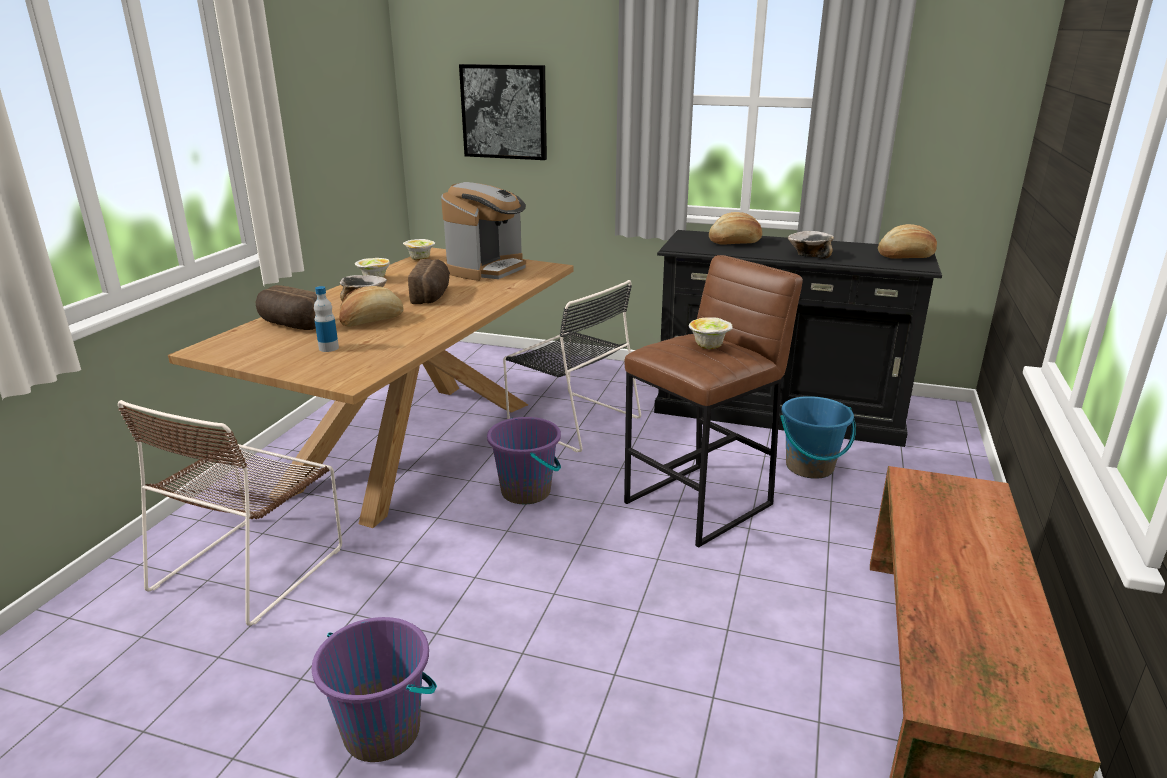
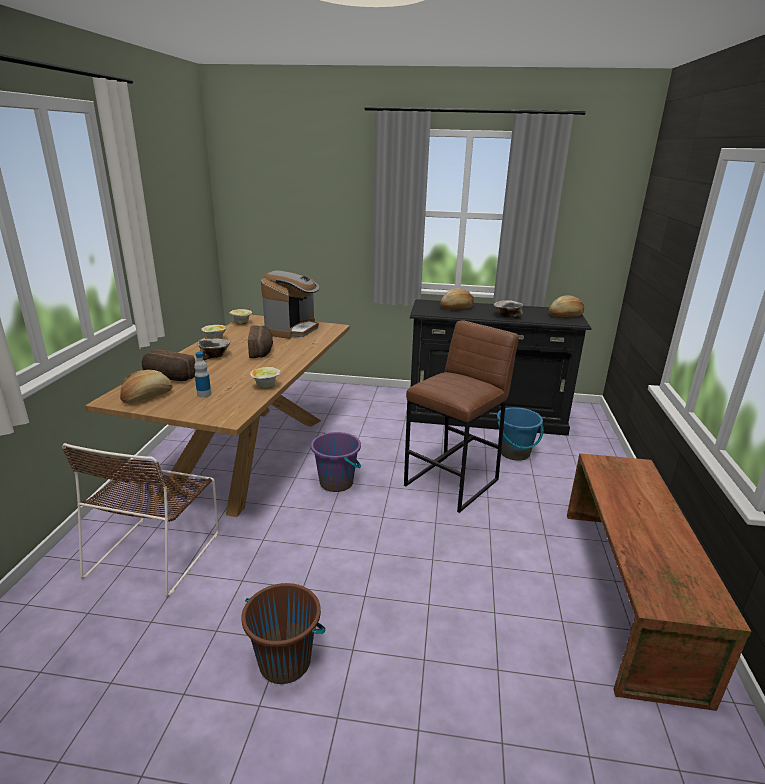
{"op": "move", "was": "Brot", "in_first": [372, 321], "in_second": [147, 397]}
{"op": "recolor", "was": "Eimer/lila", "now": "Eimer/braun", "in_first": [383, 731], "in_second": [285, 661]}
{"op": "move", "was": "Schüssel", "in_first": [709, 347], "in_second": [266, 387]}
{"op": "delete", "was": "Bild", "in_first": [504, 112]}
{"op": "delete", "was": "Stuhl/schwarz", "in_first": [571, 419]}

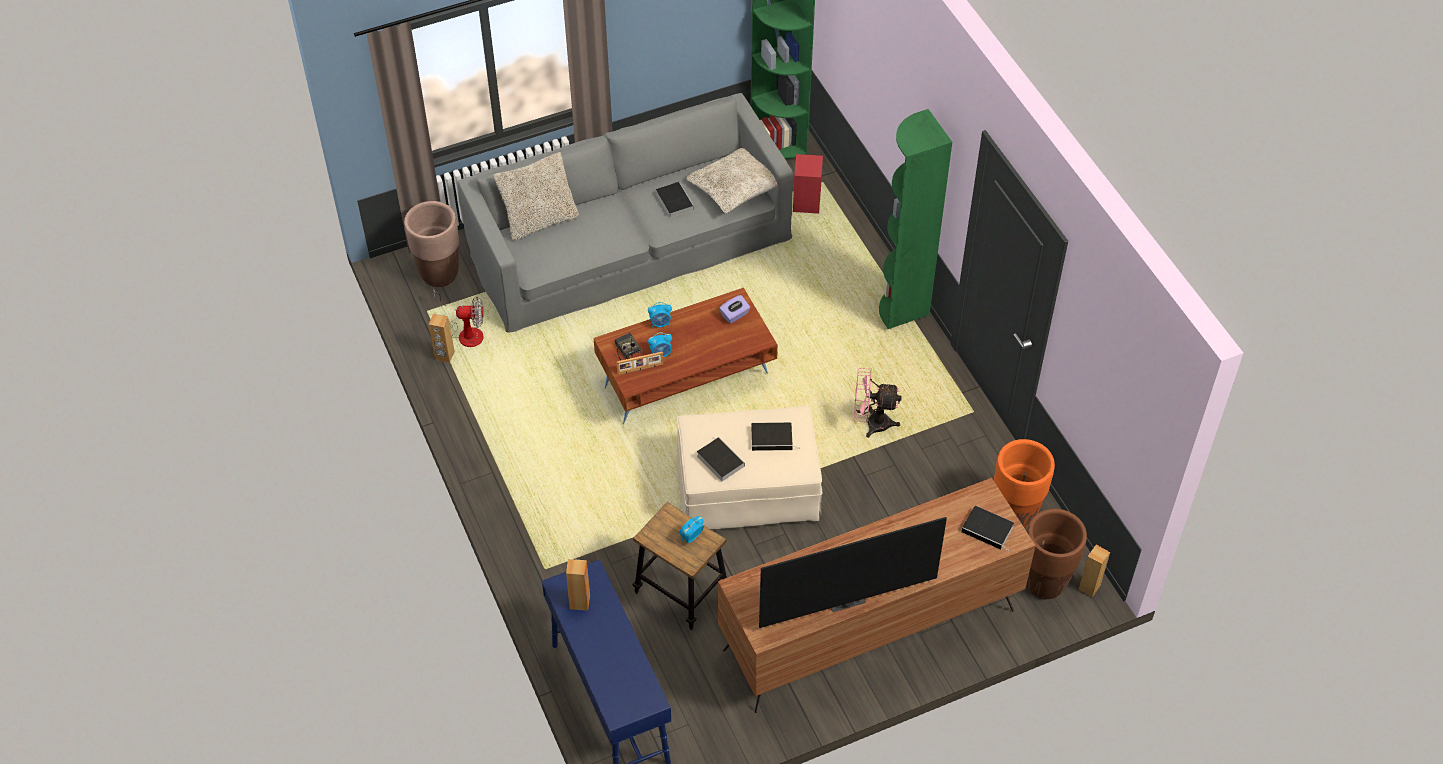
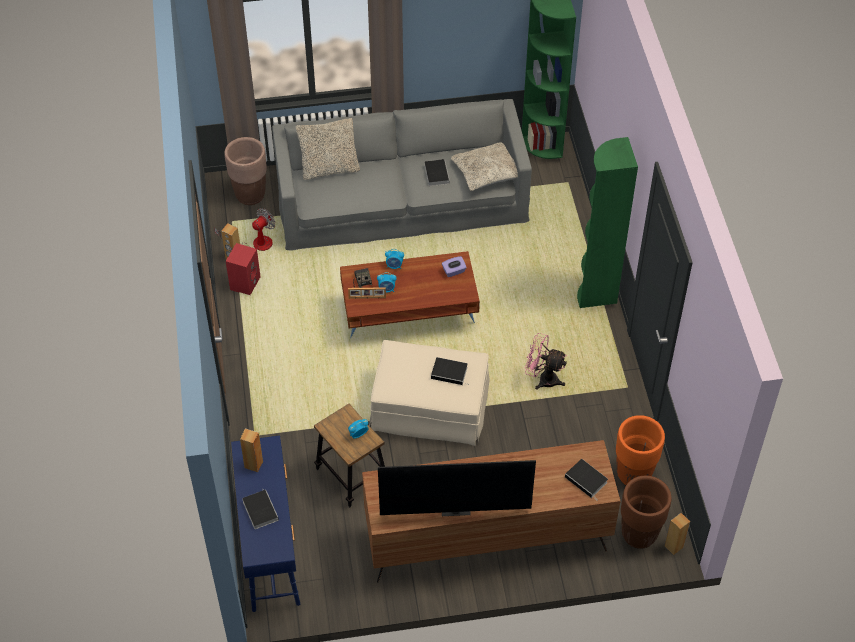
{"op": "rotate", "was": "Ventilator", "in_first": [465, 332], "in_second": [255, 243], "clockwise": -60}
{"op": "move", "was": "Lautsprecher/rot", "in_first": [806, 201], "in_second": [245, 283]}
{"op": "move", "was": "Buch", "in_first": [719, 460], "in_second": [259, 510]}

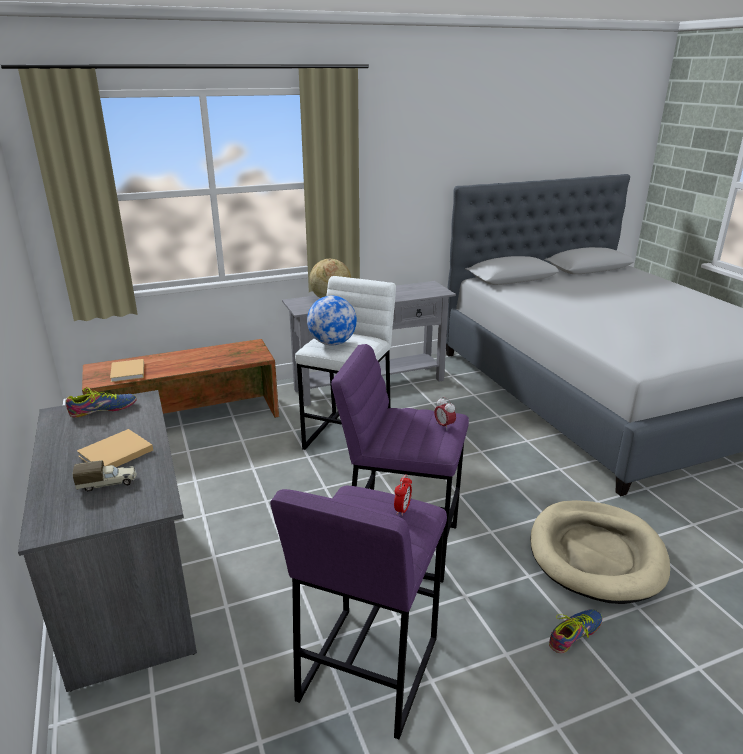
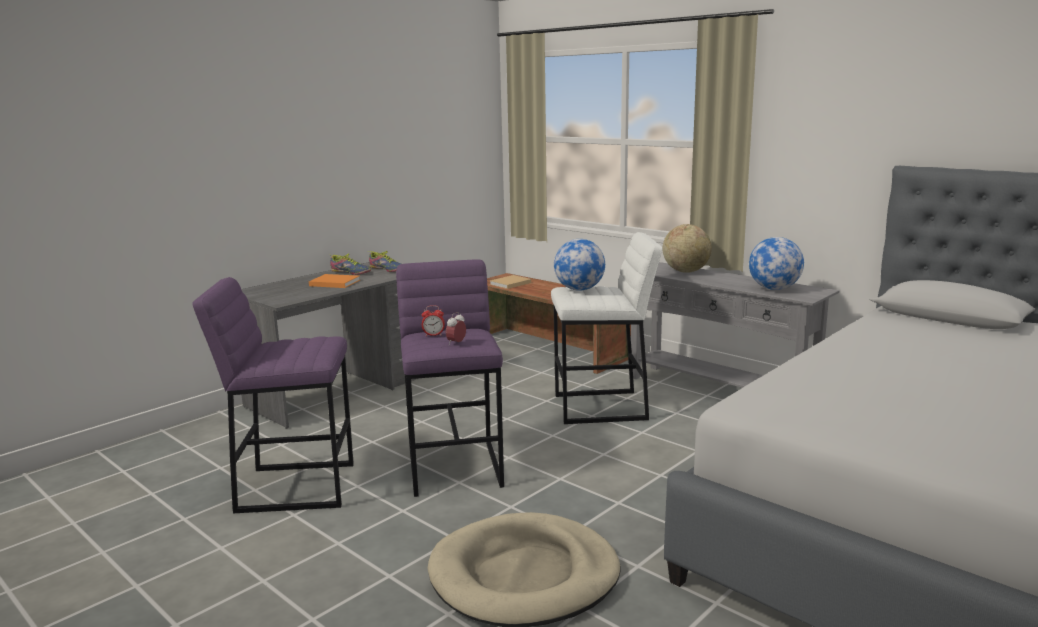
{"op": "recolor", "was": "Buch/beige", "now": "Buch/orange", "in_first": [114, 454], "in_second": [333, 283]}
{"op": "move", "was": "Schuh", "in_first": [574, 634], "in_second": [351, 272]}
{"op": "move", "was": "Wecker", "in_first": [402, 509], "in_second": [433, 335]}
{"op": "insert", "now": "Globus", "in_second": [774, 289]}
{"op": "delete", "was": "Spielzeuglaster", "in_first": [108, 483]}

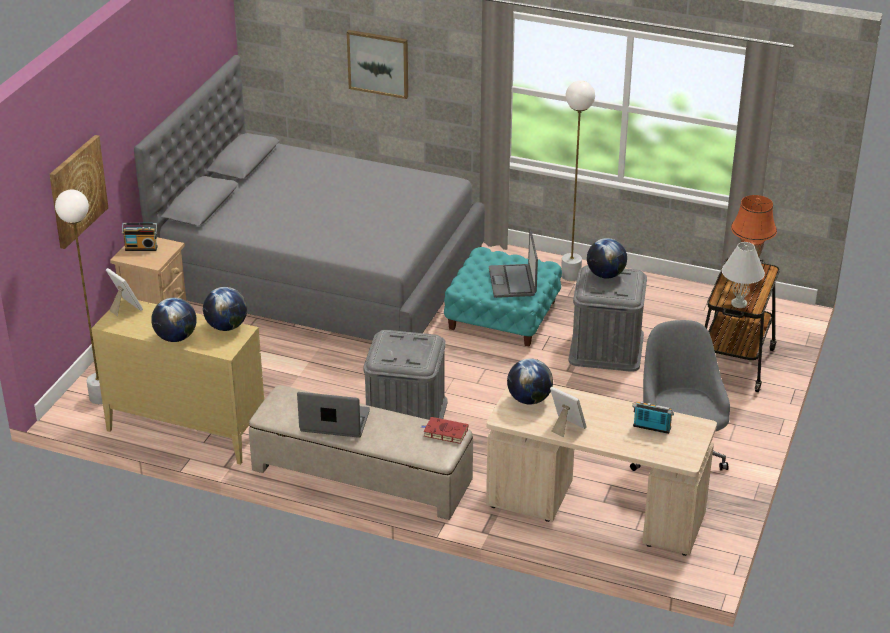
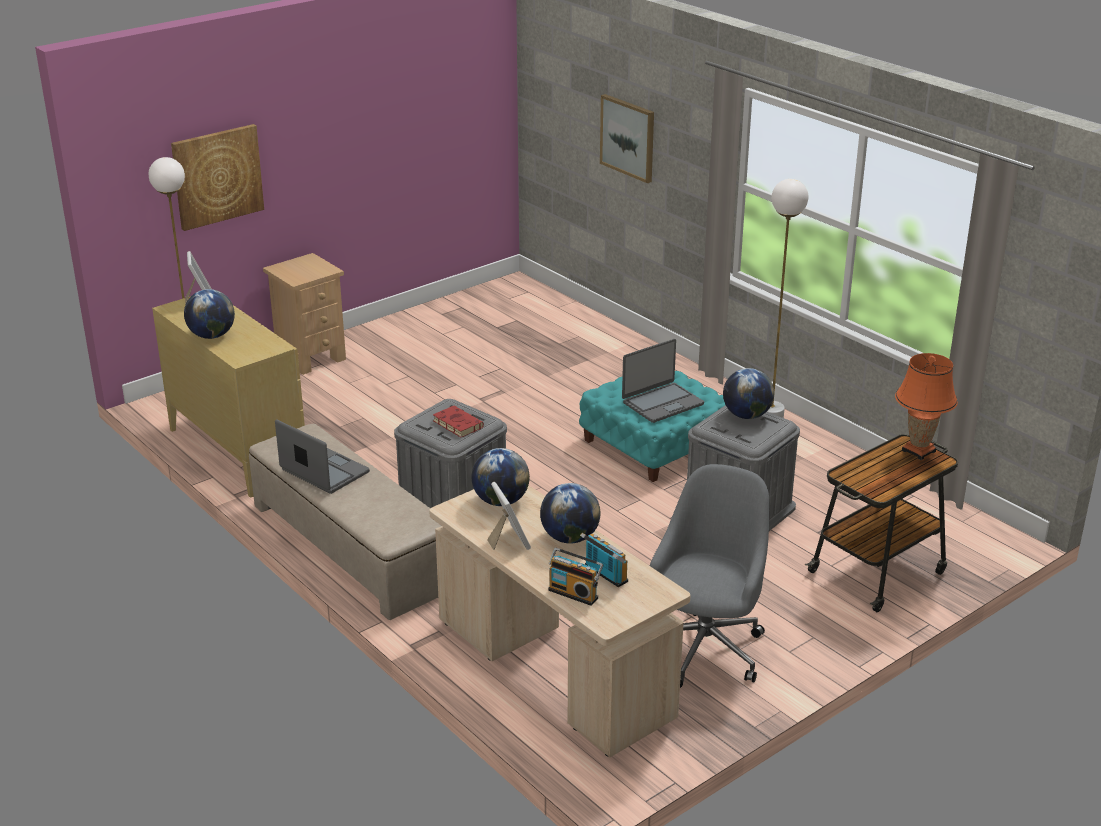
{"op": "move", "was": "Buch/rot", "in_first": [444, 432], "in_second": [456, 424]}
{"op": "move", "was": "Globus", "in_first": [226, 326], "in_second": [569, 538]}
{"op": "move", "was": "Radio", "in_first": [141, 247], "in_second": [574, 593]}
{"op": "rotate", "was": "Laptop", "in_first": [513, 282], "in_second": [662, 403], "clockwise": -150}
{"op": "delete", "was": "Bett/grau", "in_first": [320, 276]}
{"op": "delete", "was": "Tischlampe/weiß", "in_first": [738, 303]}

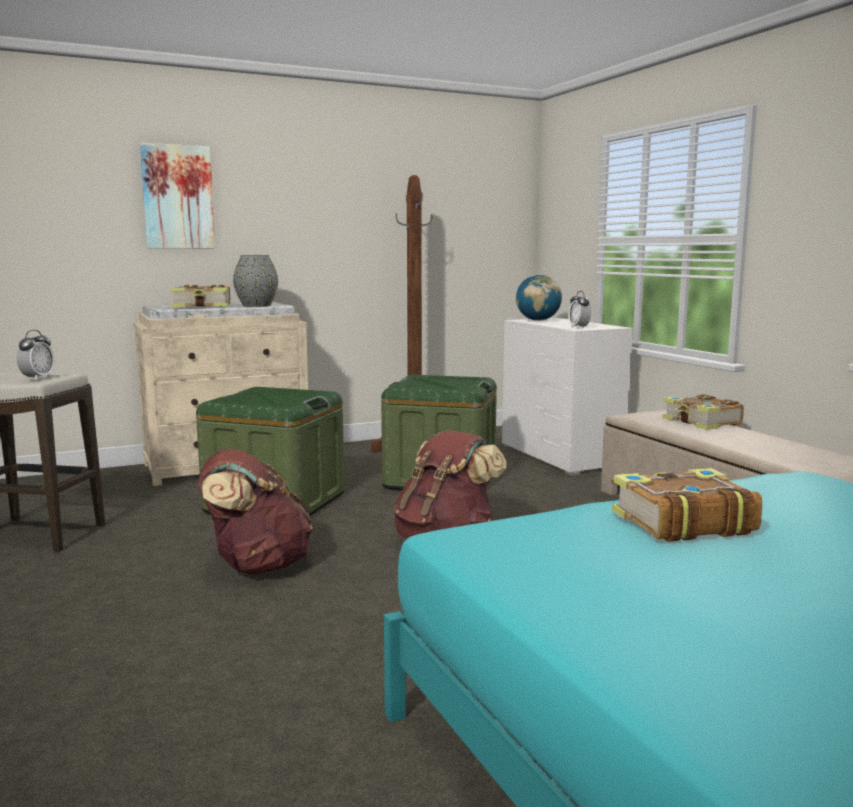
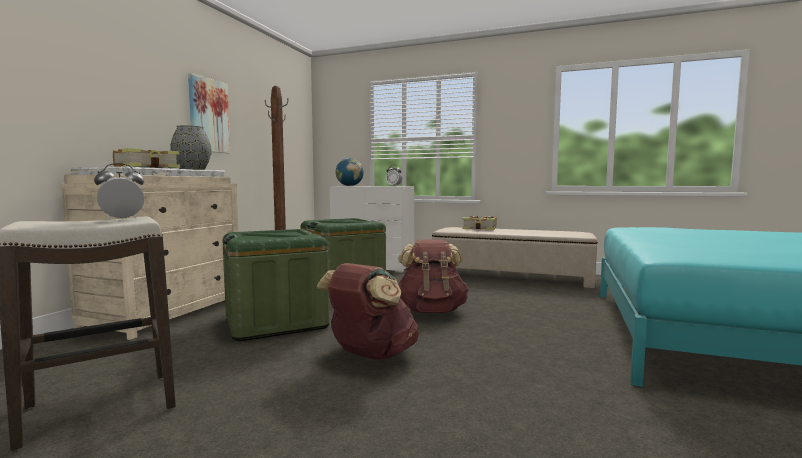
{"op": "rotate", "was": "Wecker", "in_first": [37, 378], "in_second": [122, 219], "clockwise": -90}
{"op": "move", "was": "Bild", "in_first": [178, 197], "in_second": [208, 115]}
{"op": "delete", "was": "Buch", "in_first": [681, 523]}

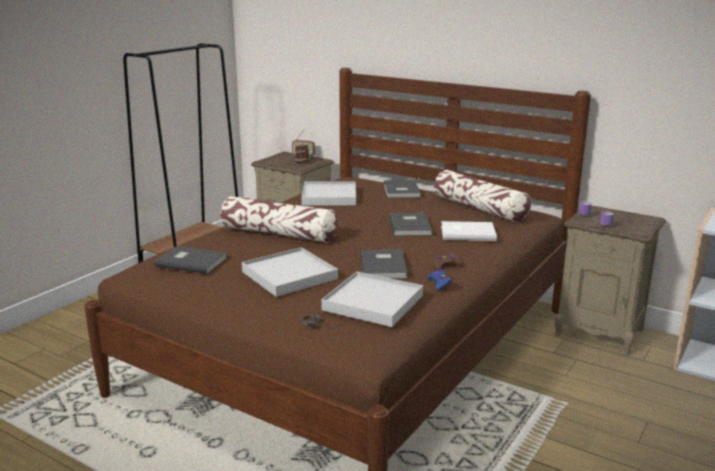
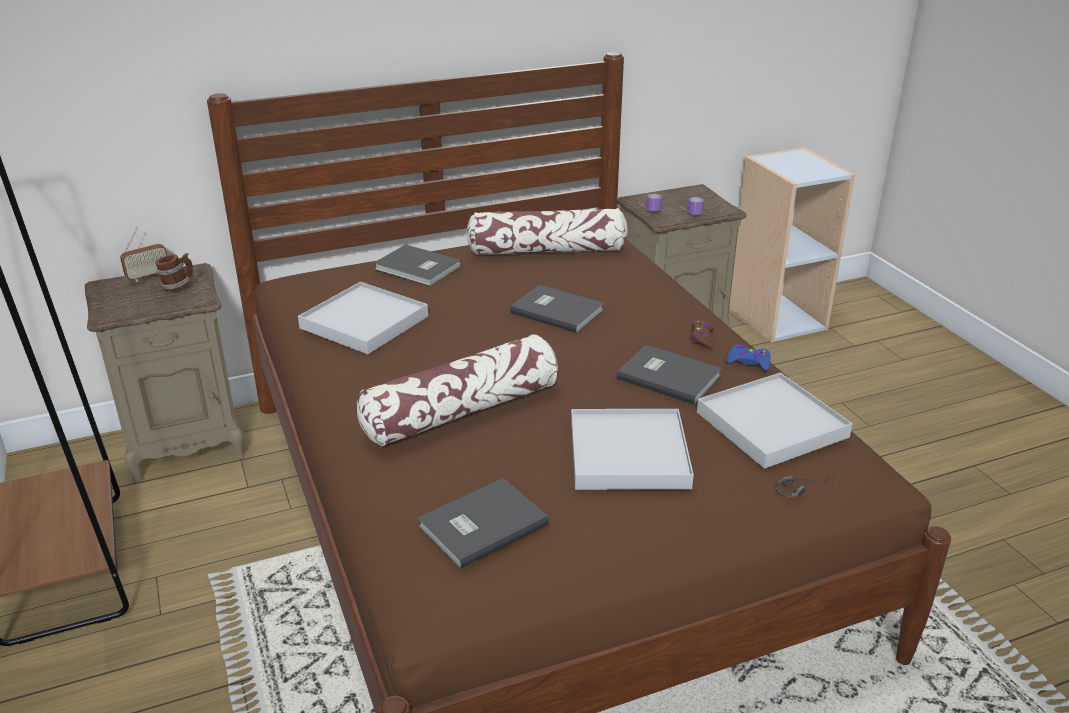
{"op": "delete", "was": "Buch/weiß", "in_first": [467, 233]}

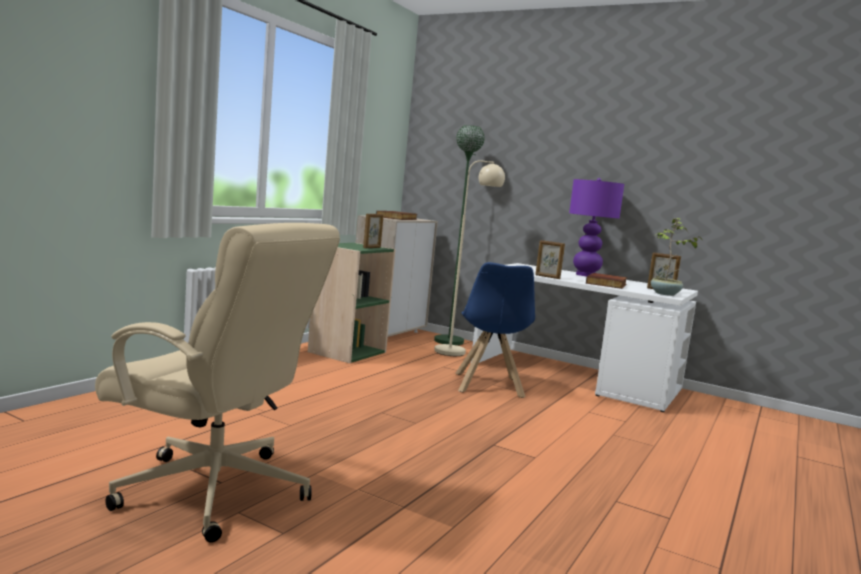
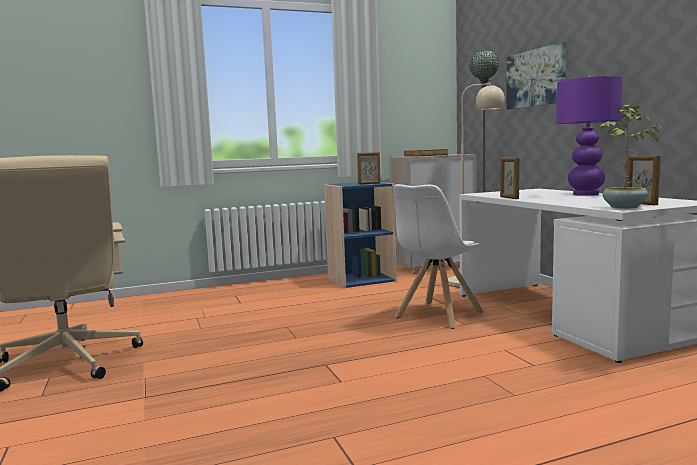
{"op": "recolor", "was": "Bücherregal/grün", "now": "Bücherregal/blau", "in_first": [347, 351], "in_second": [362, 279]}
{"op": "recolor", "was": "Stuhl/blau", "now": "Stuhl/weiß", "in_first": [489, 386], "in_second": [437, 315]}
{"op": "insert", "now": "Bild", "in_second": [536, 78]}
{"op": "delete", "was": "Buch", "in_first": [607, 284]}

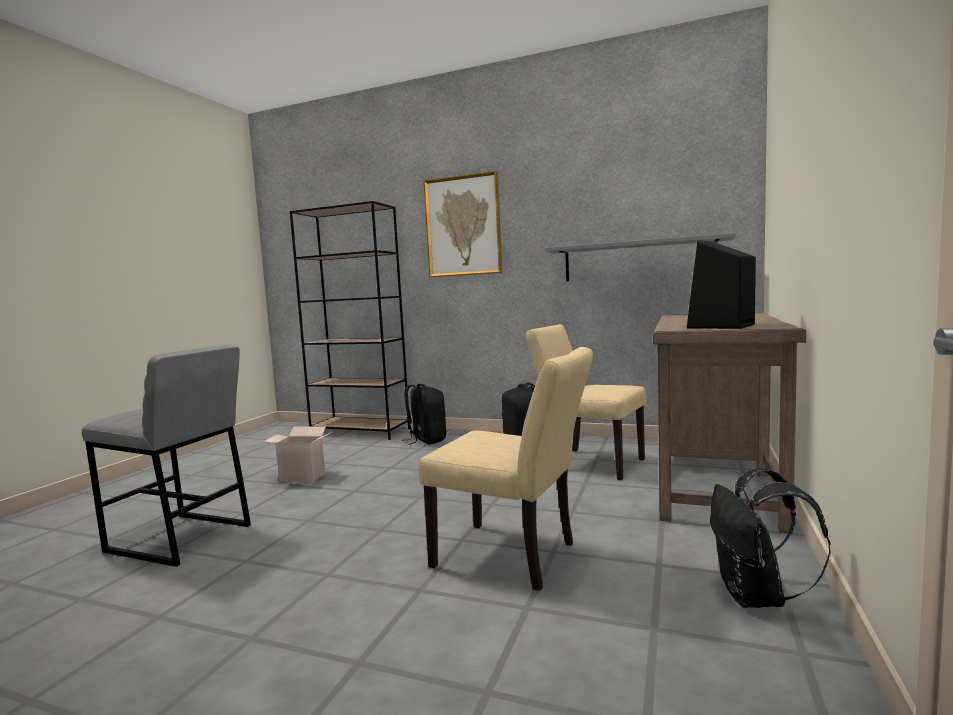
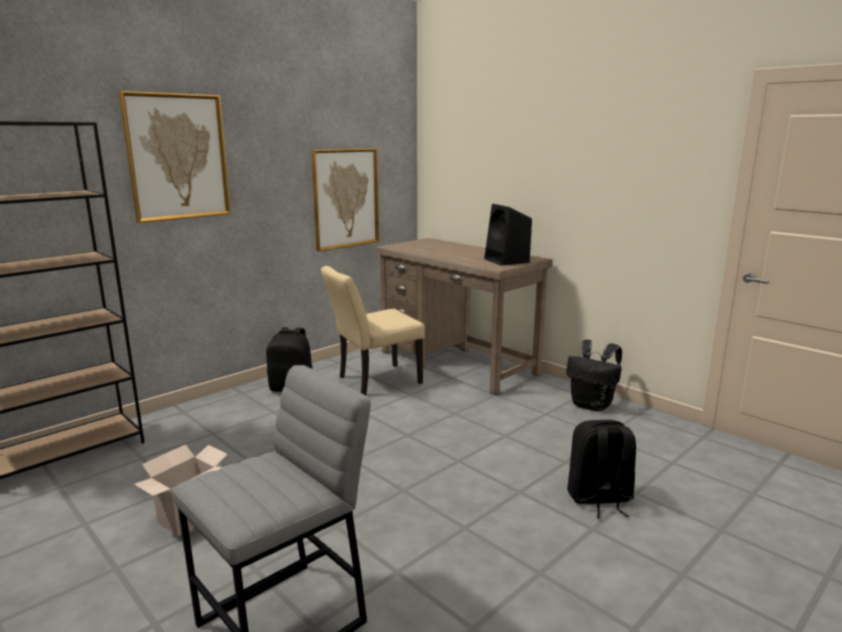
{"op": "replace", "was": "Wandregal/grau", "now": "Bild", "in_first": [637, 260], "in_second": [345, 198]}
{"op": "move", "was": "Rucksack/schwarz", "in_first": [426, 440], "in_second": [599, 499]}
{"op": "delete", "was": "Stuhl/beige", "in_first": [514, 557]}

